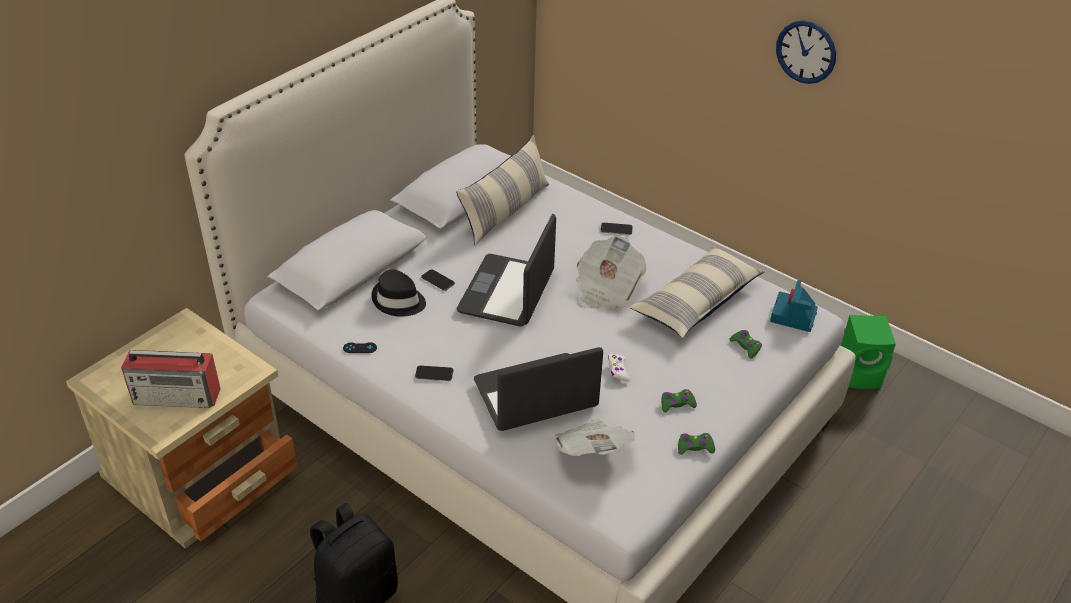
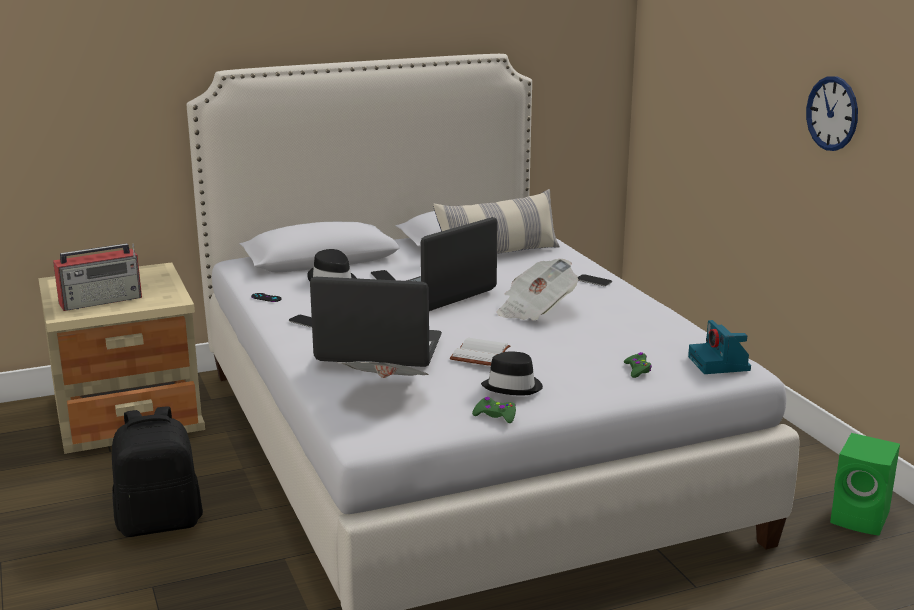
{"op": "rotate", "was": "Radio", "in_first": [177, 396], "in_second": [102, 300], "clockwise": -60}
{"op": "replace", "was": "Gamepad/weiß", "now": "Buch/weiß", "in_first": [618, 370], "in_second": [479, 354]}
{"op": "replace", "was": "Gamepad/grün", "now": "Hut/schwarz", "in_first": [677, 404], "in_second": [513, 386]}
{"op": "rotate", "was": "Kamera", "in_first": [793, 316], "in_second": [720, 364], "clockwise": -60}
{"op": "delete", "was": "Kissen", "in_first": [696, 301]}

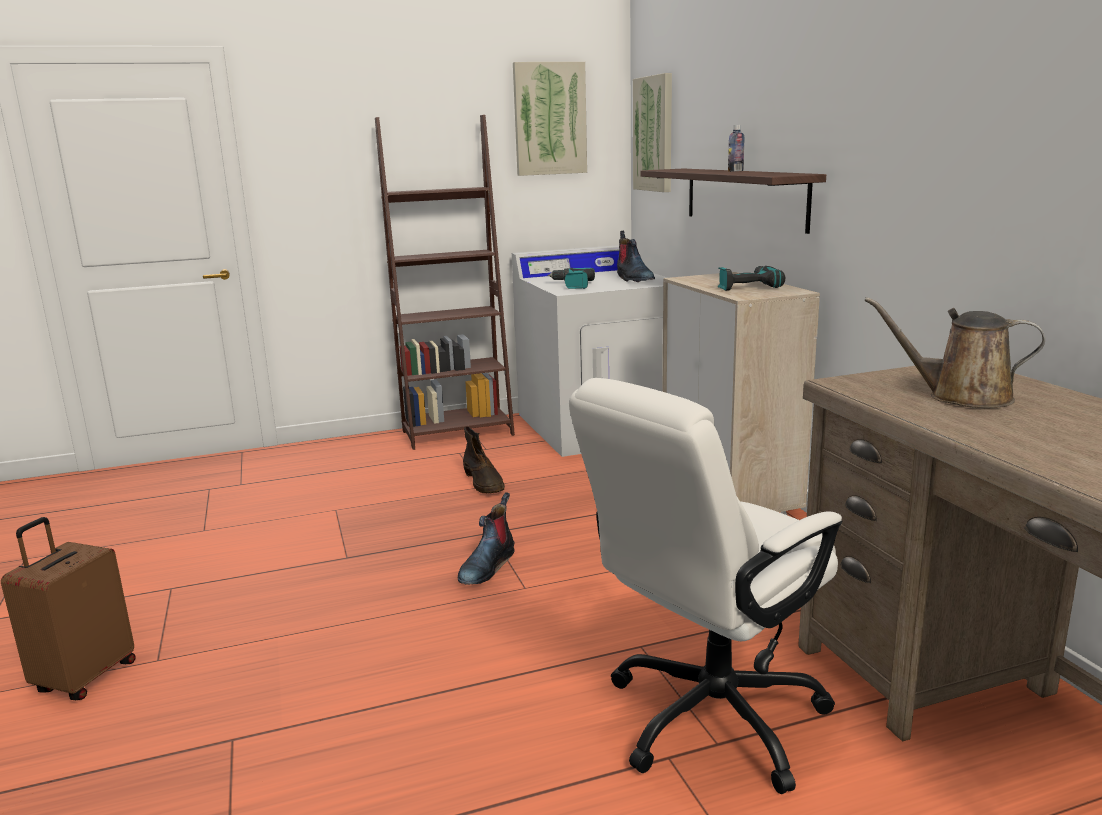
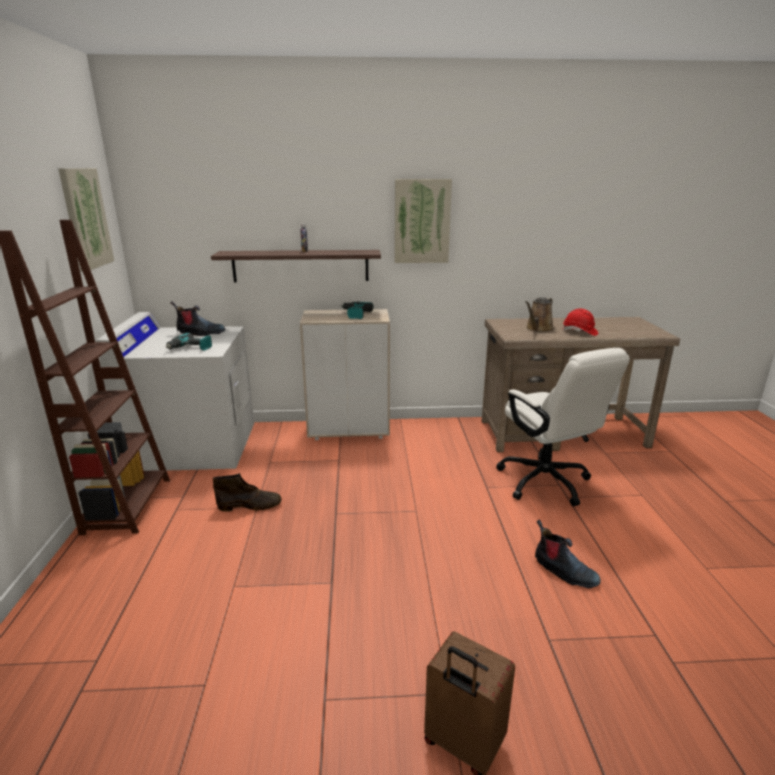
{"op": "move", "was": "Bild", "in_first": [654, 134], "in_second": [422, 221]}
{"op": "move", "was": "Stiefel", "in_first": [487, 566], "in_second": [563, 571]}
{"op": "insert", "now": "Schutzhelm/rot", "in_second": [579, 332]}

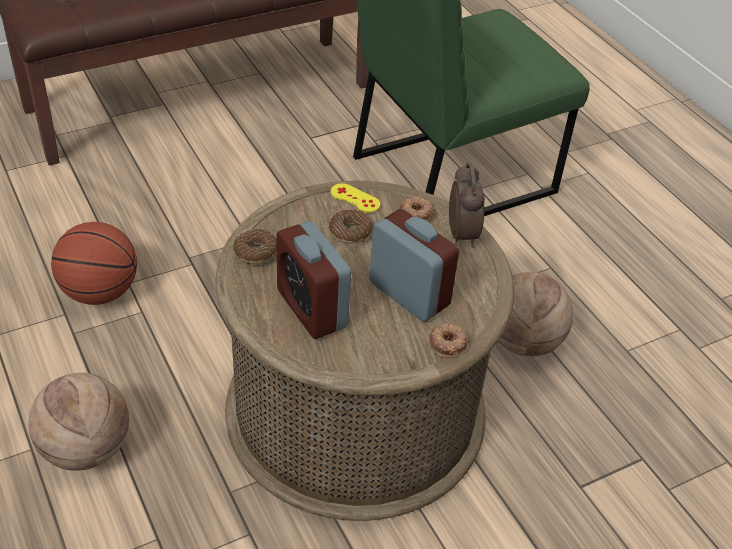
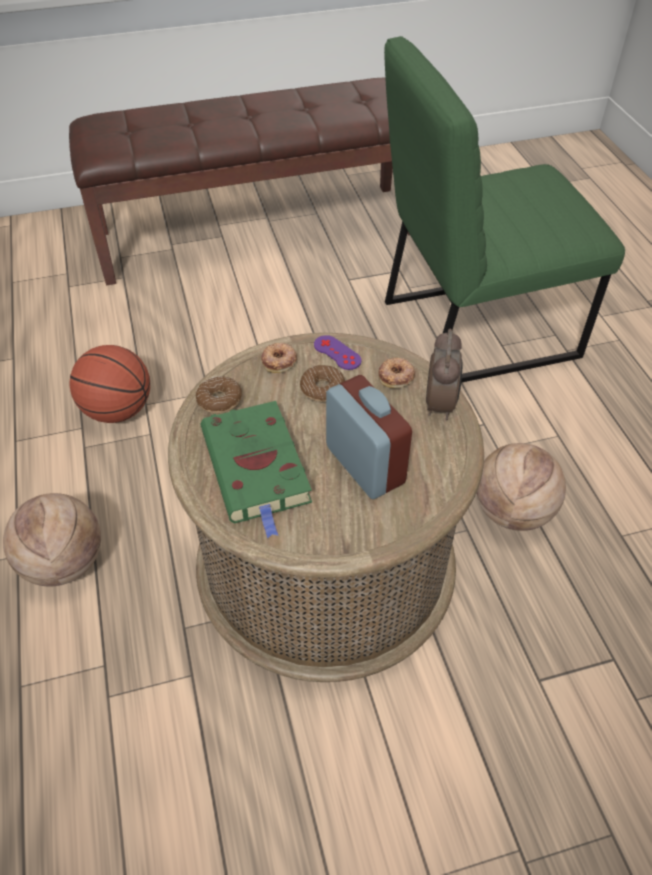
{"op": "replace", "was": "Wecker", "now": "Buch/grün", "in_first": [311, 309], "in_second": [257, 469]}
{"op": "move", "was": "Donut", "in_first": [448, 343], "in_second": [279, 361]}
{"op": "recolor", "was": "Gamepad/gelb", "now": "Gamepad/lila", "in_first": [355, 198], "in_second": [337, 353]}

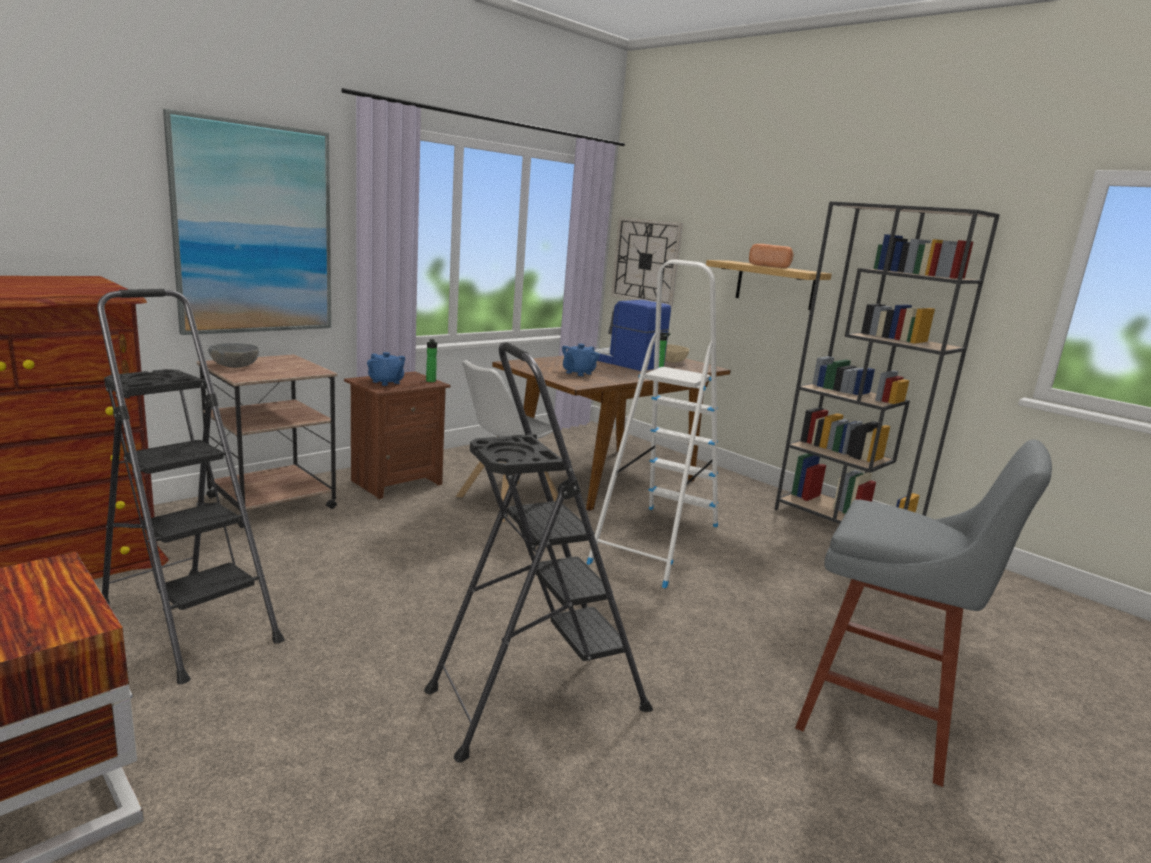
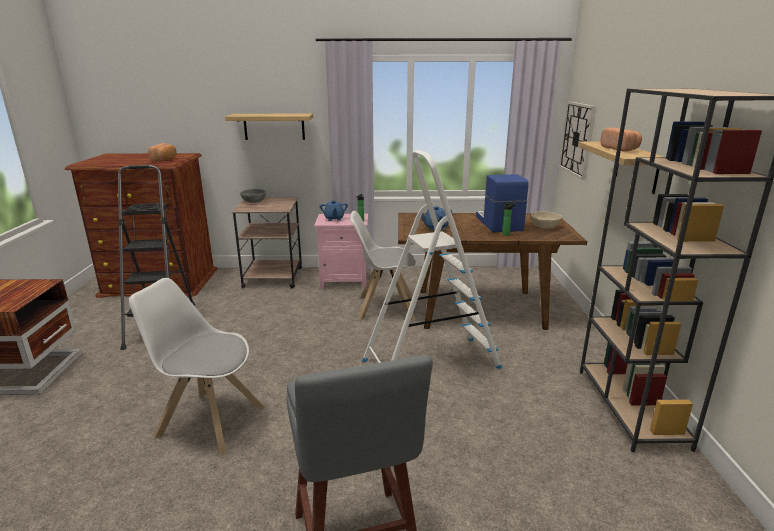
{"op": "replace", "was": "Trittleiter", "now": "Stuhl", "in_first": [535, 699], "in_second": [208, 420]}
{"op": "insert", "now": "Brot", "in_second": [165, 160]}
{"op": "replace", "was": "Bild", "now": "Wandregal", "in_first": [254, 230], "in_second": [274, 126]}
{"op": "recolor", "was": "Nachttisch/braun", "now": "Nachttisch/rosa", "in_first": [395, 482], "in_second": [344, 281]}

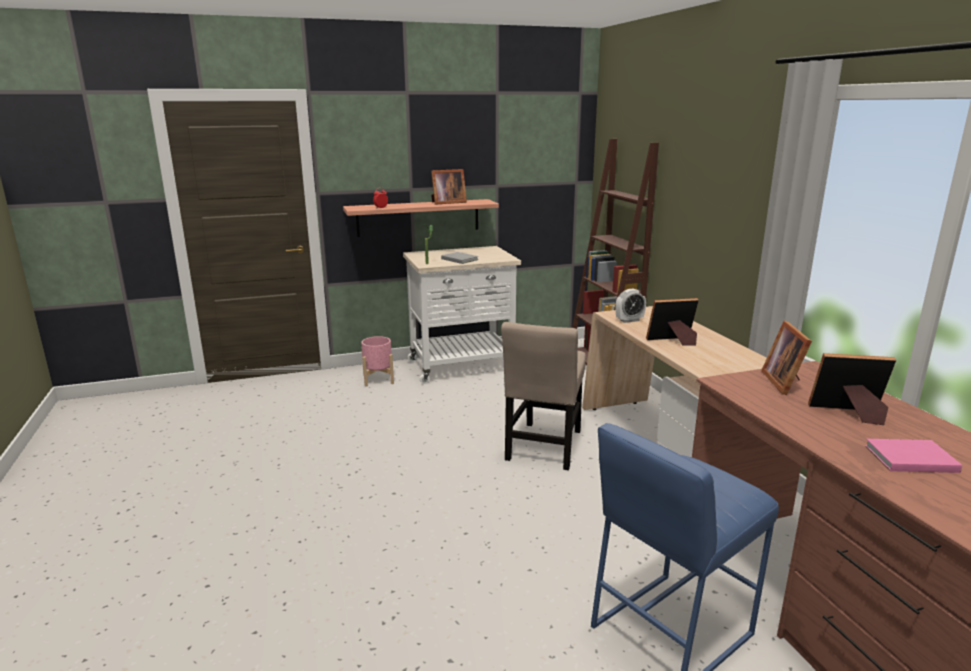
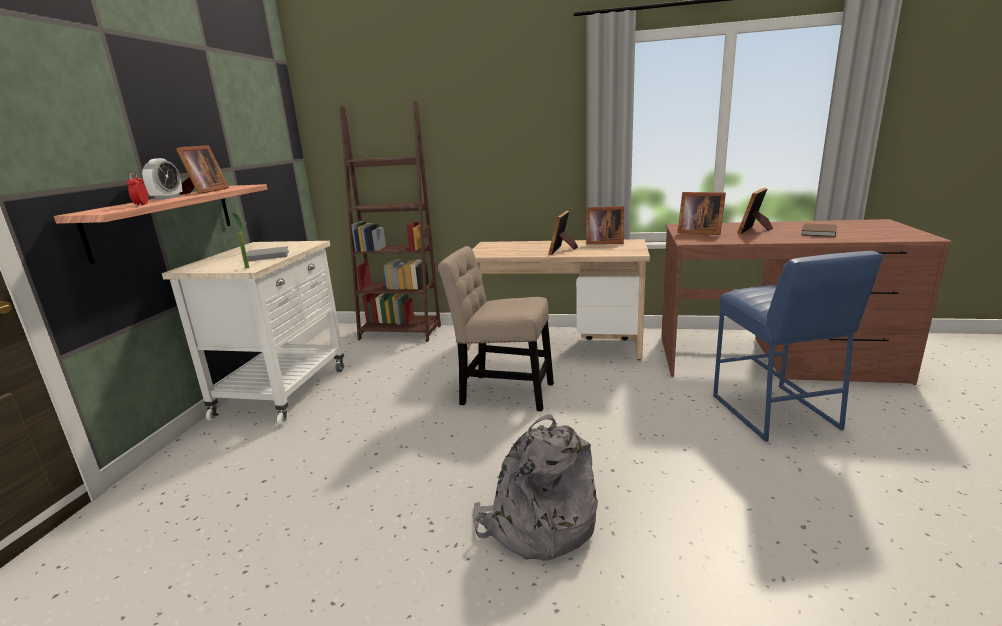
{"op": "move", "was": "Wecker", "in_first": [629, 320], "in_second": [167, 198]}
{"op": "rotate", "was": "Stuhl/beige", "in_first": [544, 448], "in_second": [502, 392], "clockwise": 150}
{"op": "insert", "now": "Rucksack/grau", "in_second": [537, 524]}
{"op": "insert", "now": "Bilderrahmen", "in_second": [603, 242]}
{"op": "recolor", "was": "Buch/rosa", "now": "Buch/braun", "in_first": [908, 458], "in_second": [818, 232]}
{"op": "delete", "was": "Pflanzkübel/rosa", "in_first": [378, 379]}

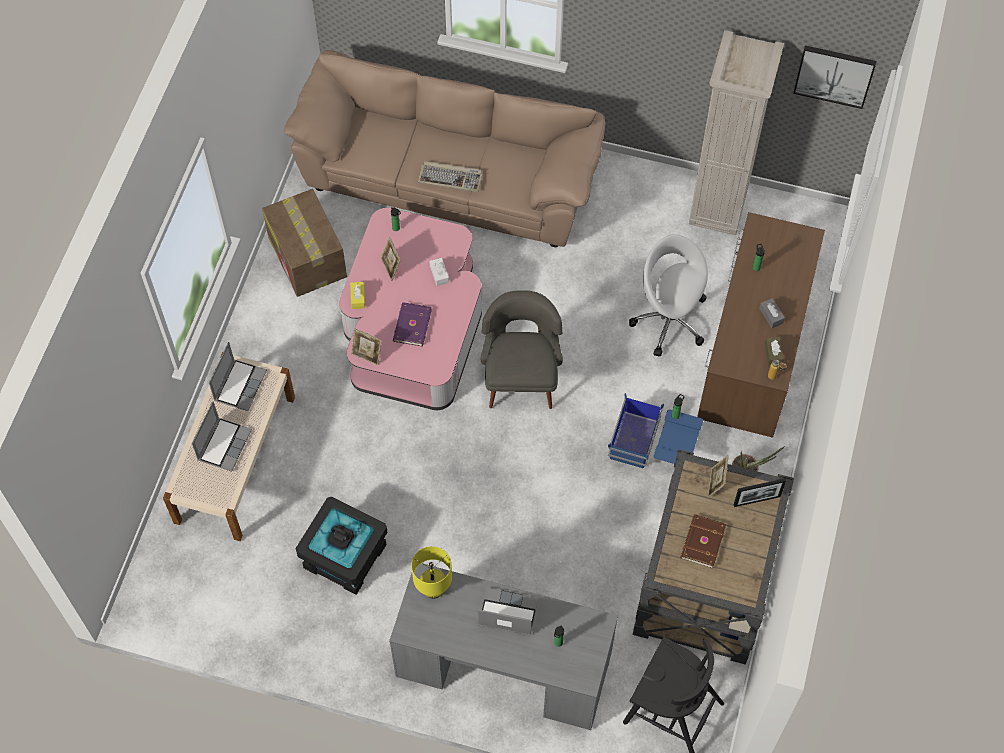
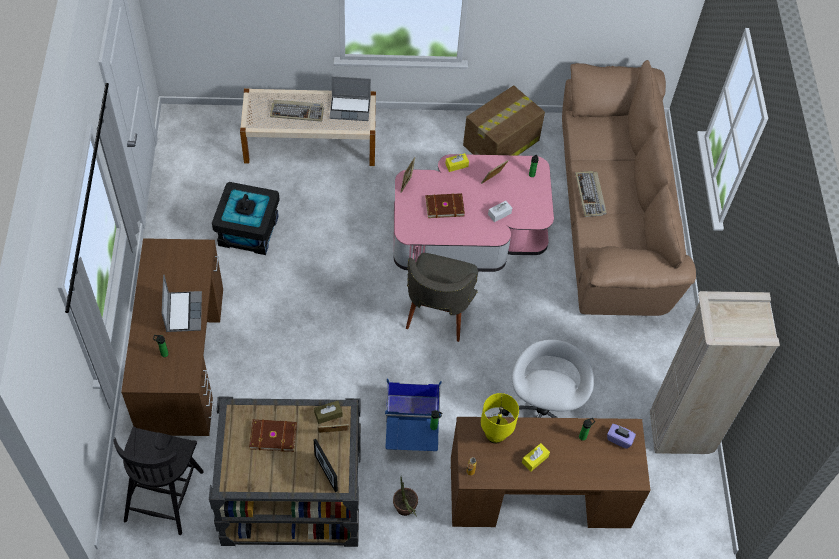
{"op": "recolor", "was": "Schreibtisch/grau", "now": "Schreibtisch/braun", "in_first": [503, 663], "in_second": [182, 358]}
{"op": "replace", "was": "Laptop", "now": "Tastatur", "in_first": [224, 444], "in_second": [297, 112]}
{"op": "move", "was": "Taschentuchbox/braun", "in_first": [773, 353], "in_second": [328, 414]}
{"op": "rotate", "was": "Stuhl/grau", "in_first": [520, 383], "in_second": [438, 314], "clockwise": 120}
{"op": "recolor", "was": "Buch/lila", "now": "Buch/braun", "in_first": [411, 325], "in_second": [444, 206]}
{"op": "move", "was": "Tischlampe/gelb", "in_first": [433, 588], "in_second": [495, 435]}
{"op": "recolor", "was": "Taschentuchbox/grau", "now": "Taschentuchbox/gelb", "in_first": [771, 316], "in_second": [535, 459]}
{"op": "insert", "now": "Taschentuchbox/lila", "in_second": [619, 439]}
{"op": "delete", "was": "Bild", "in_first": [834, 75]}

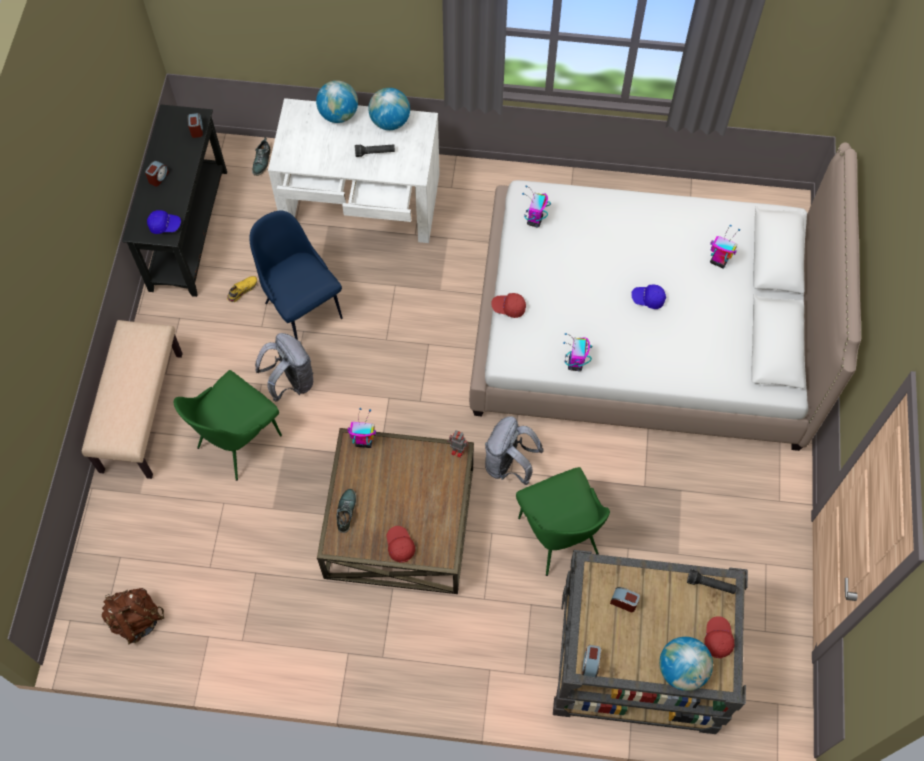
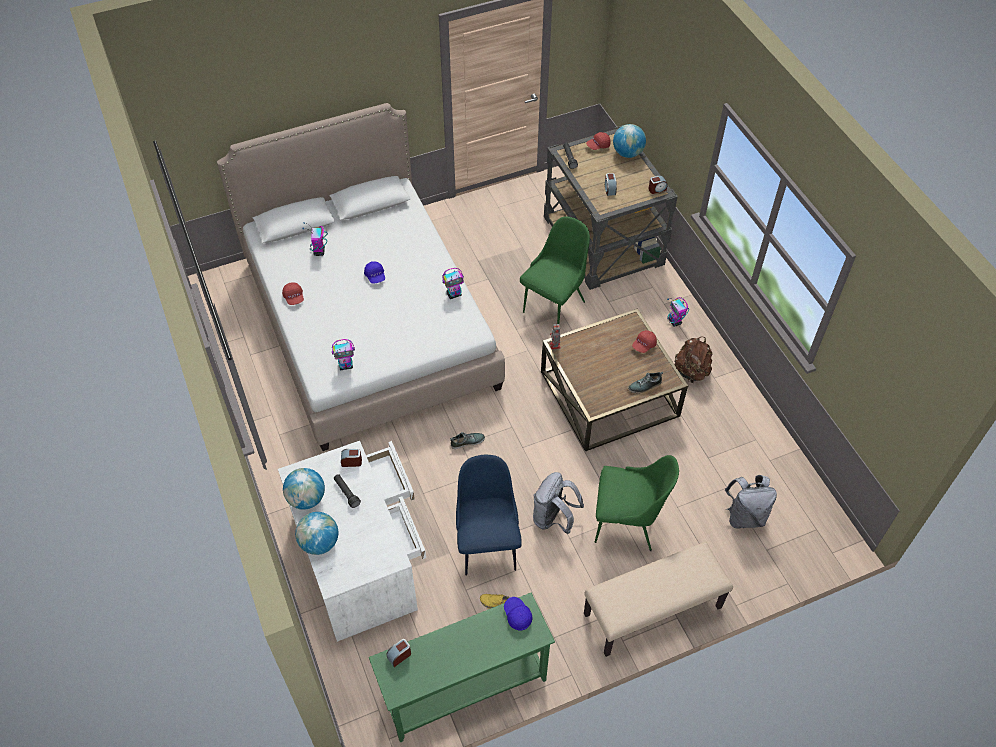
{"op": "move", "was": "Kappe/rot", "in_first": [508, 307], "in_second": [294, 297]}
{"op": "move", "was": "Wecker", "in_first": [158, 177], "in_second": [351, 462]}
{"op": "recolor", "was": "Konsolentisch/schwarz", "now": "Konsolentisch/grün", "in_first": [188, 229], "in_second": [464, 688]}
{"op": "move", "was": "Schuh", "in_first": [262, 161], "in_second": [467, 441]}
{"op": "rotate", "was": "Stuhl/blau", "in_first": [302, 310], "in_second": [487, 546], "clockwise": 150}
{"op": "move", "was": "Spielzeugroboter", "in_first": [363, 442], "in_second": [675, 322]}
{"op": "move", "was": "Rucksack/braun", "in_first": [136, 620], "in_second": [691, 372]}
{"op": "move", "was": "Rucksack/grau", "in_first": [509, 465], "in_second": [744, 516]}

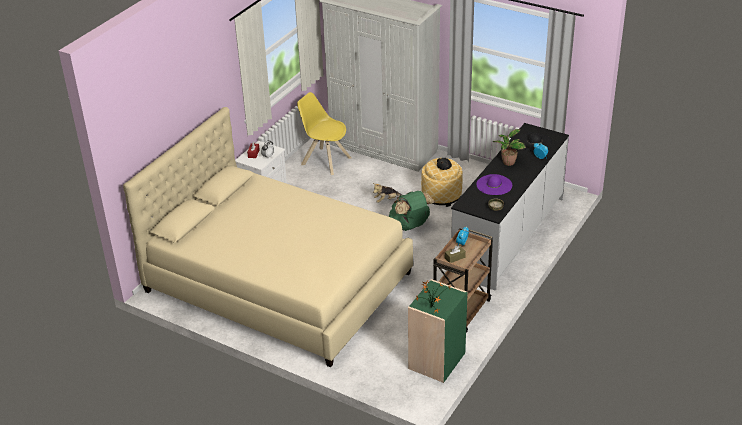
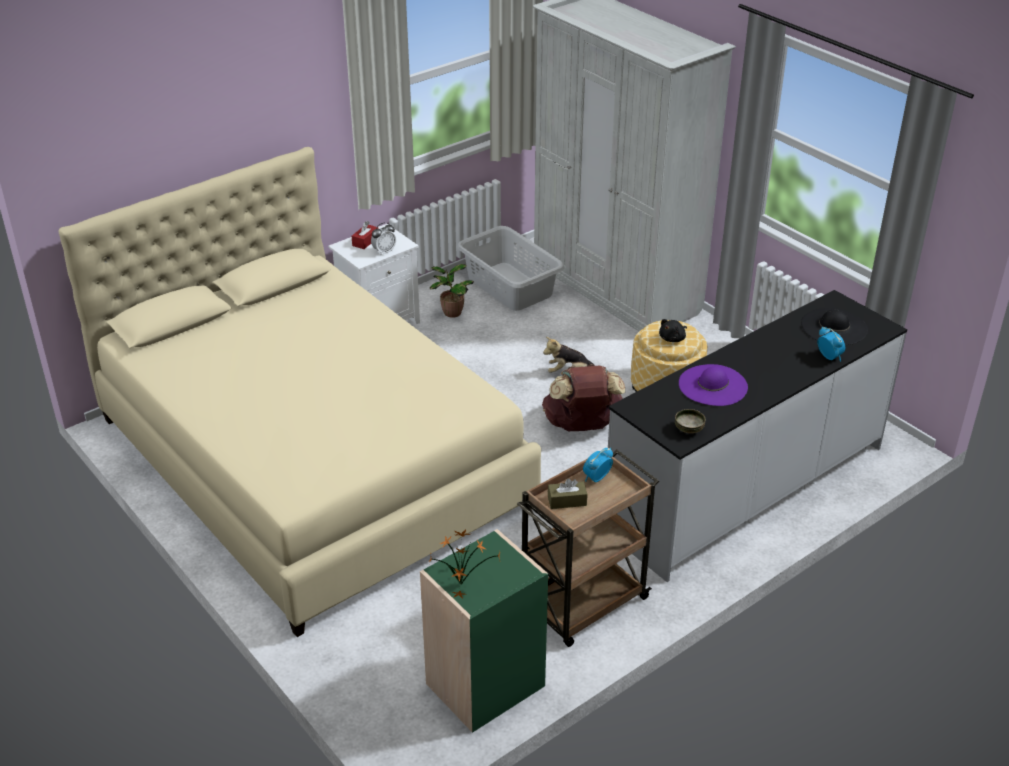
{"op": "move", "was": "Topfpflanze", "in_first": [508, 162], "in_second": [451, 313]}
{"op": "replace", "was": "Stuhl/gelb", "now": "Wäschekorb/grau", "in_first": [325, 160], "in_second": [510, 286]}
{"op": "recolor", "was": "Rucksack/grün", "now": "Rucksack/braun", "in_first": [410, 226], "in_second": [582, 426]}

